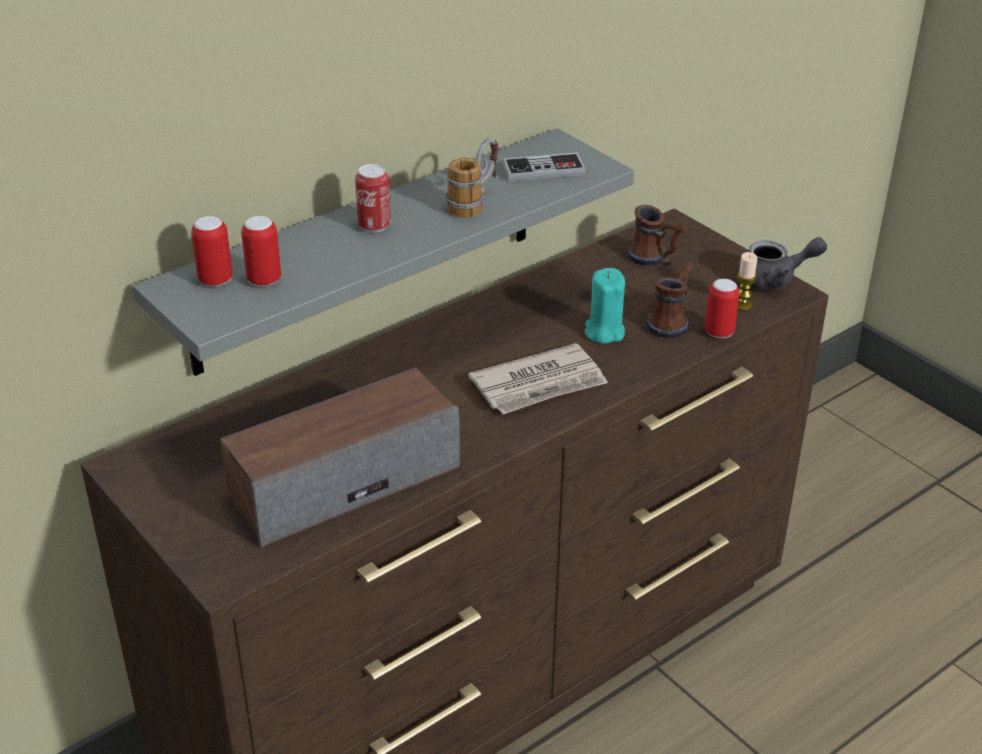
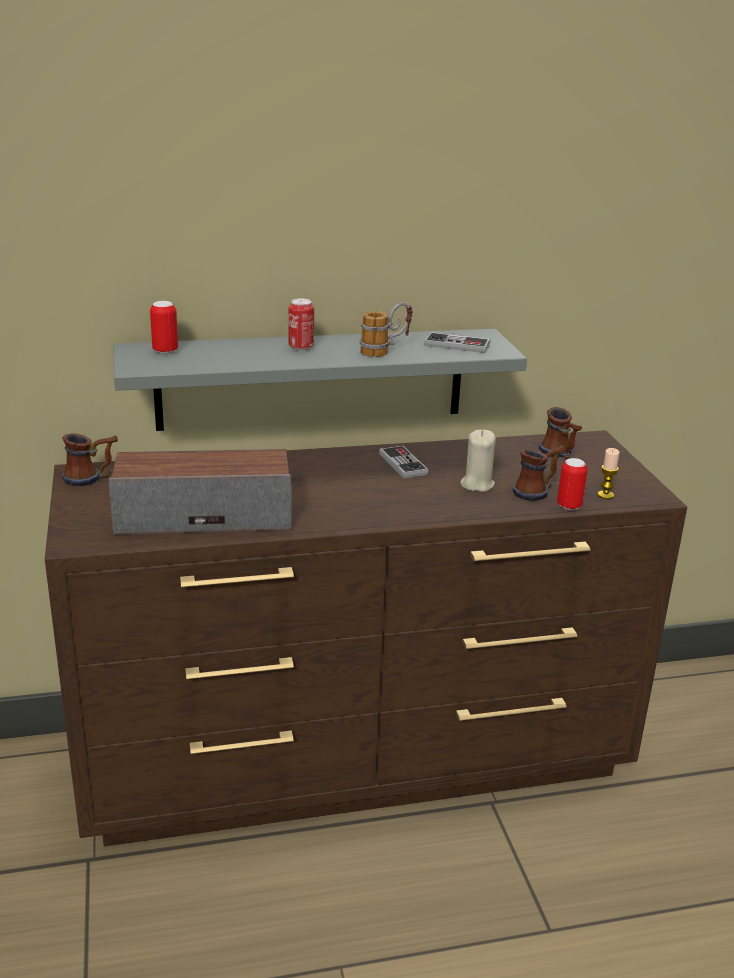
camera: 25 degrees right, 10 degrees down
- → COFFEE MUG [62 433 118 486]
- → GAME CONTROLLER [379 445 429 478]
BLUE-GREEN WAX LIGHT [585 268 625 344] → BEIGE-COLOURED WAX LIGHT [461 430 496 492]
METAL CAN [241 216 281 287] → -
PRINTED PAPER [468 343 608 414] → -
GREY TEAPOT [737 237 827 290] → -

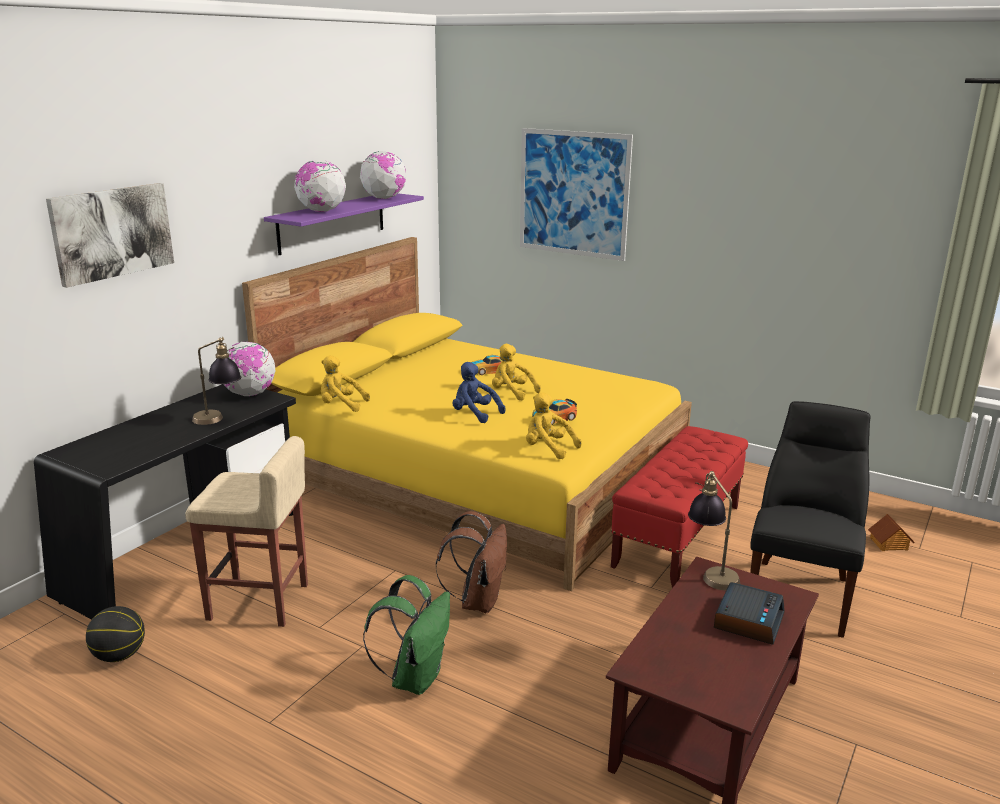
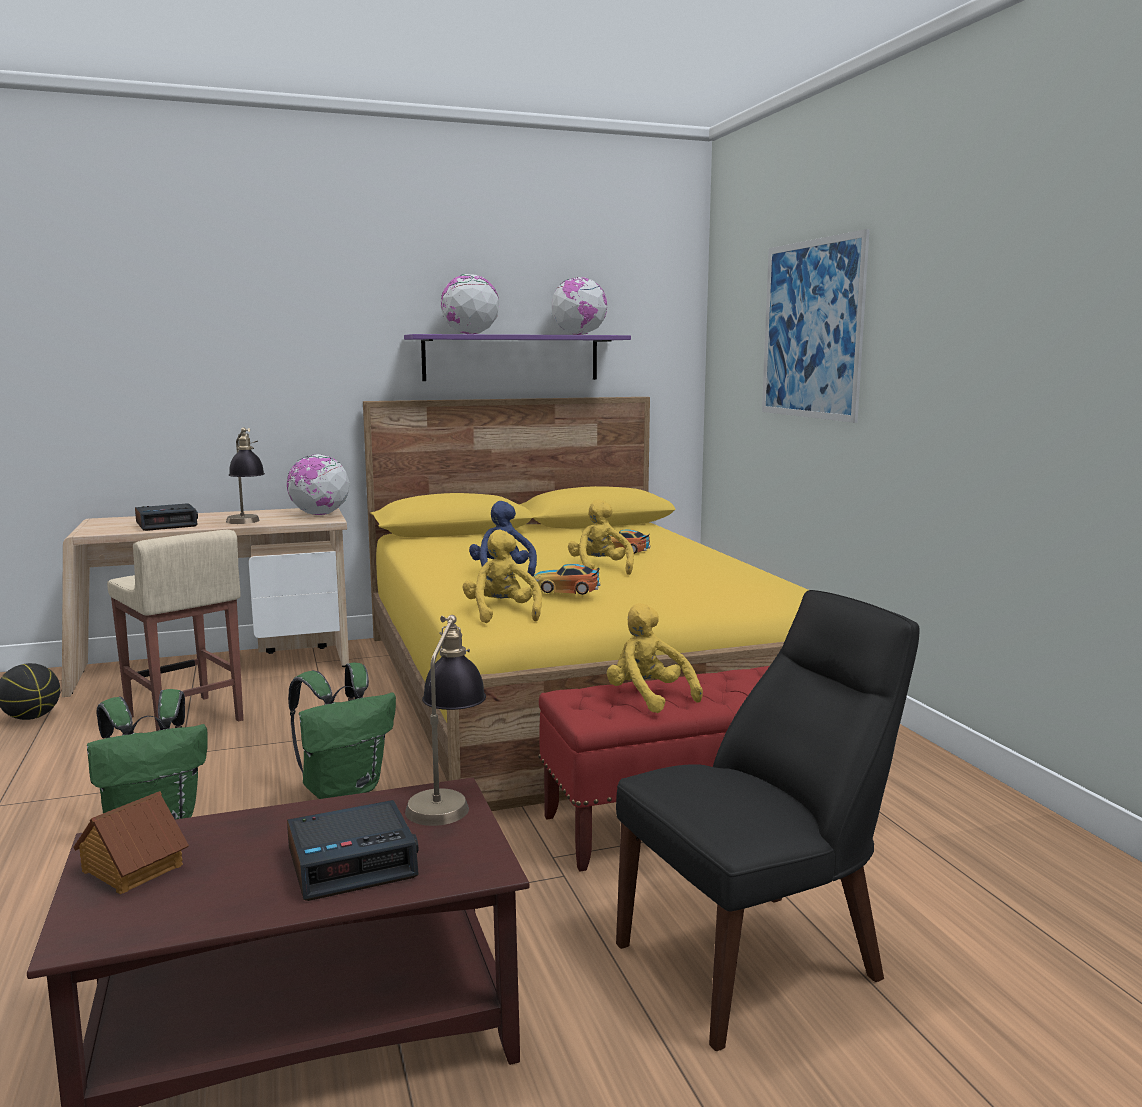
camera: 40 degrees right, 10 degrees down
BLACK-COLOURED DESK TABLE [34 384 296 619] → BEIGE-COLOURED DESK TABLE [62 508 349 697]
MINIATURE HOUSE [868 514 914 551] → MINIATURE HOUSE [73 791 189 894], moved
- → ALARM CLOCK [135 503 198 531]
BROWN RUCKSACK [436 511 507 613] → GREEN RUCKSACK [288 662 396 799]
YELLOW PLUSH TOY [321 356 370 412] → YELLOW PLUSH TOY [607 603 703 713], moved
PICTURE [46 183 174 288] → -

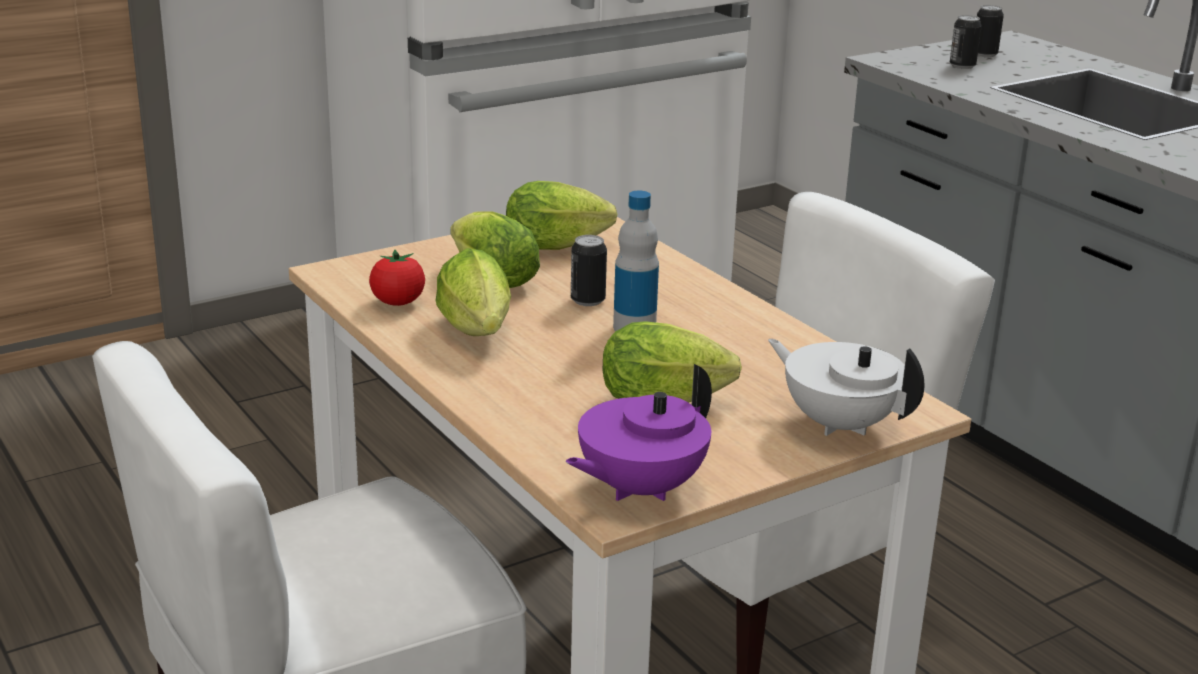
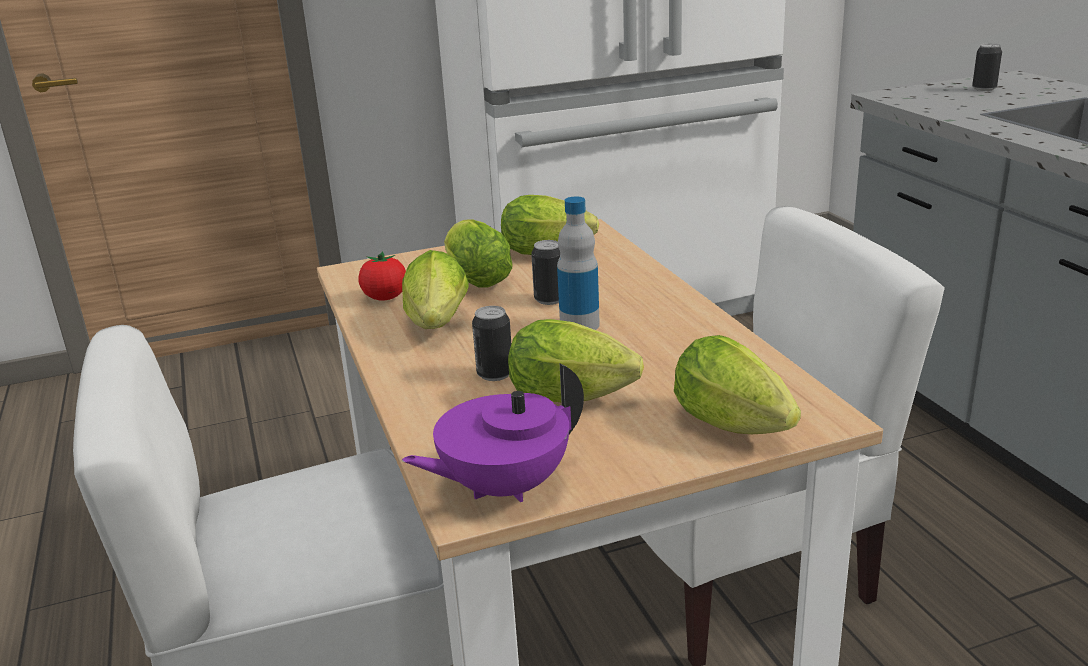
camera: 15 degrees right, 0 degrees up
METAL CAN [950 15 982 69] → METAL CAN [472 306 511 381], moved
WHITE TEAPOT [768 339 925 436] → LETTUCE HEAD [674 335 801 434]

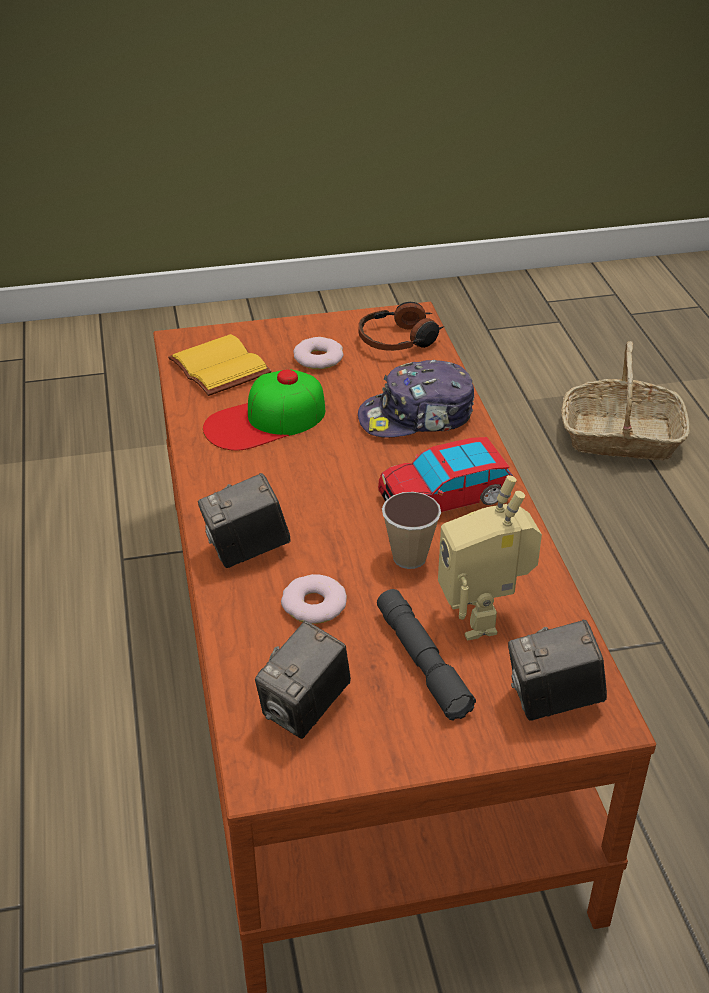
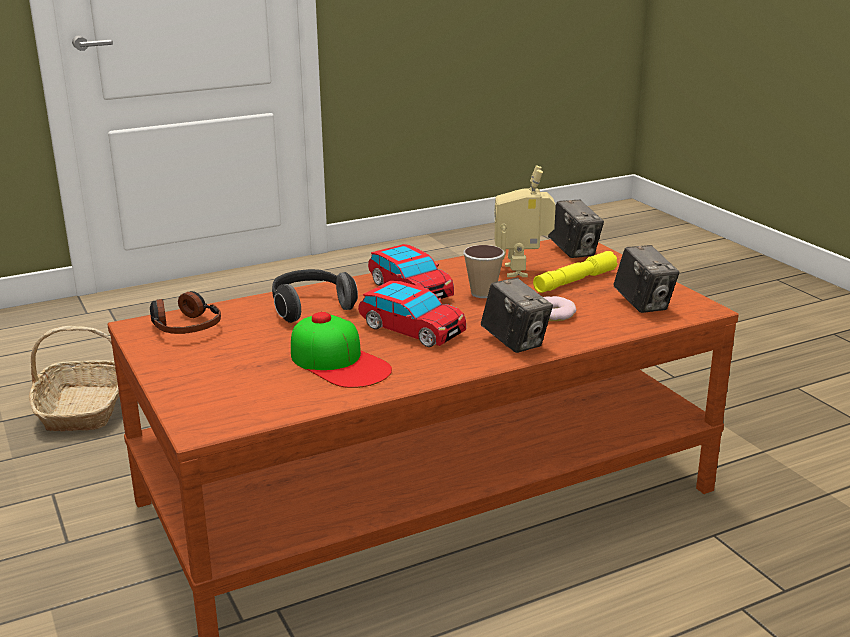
camera: 105 degrees left, 15 degrees down
PEAKED CAP [358 360 474 438] → HEADSET [272 269 358 323]
- → MODEL CAR [358 281 466 347]
MODEL ROBOT [438 475 542 640] → MODEL ROBOT [494 165 556 277], 120 degrees clockwise
GREY HAND TORCH [377 589 476 720] → YELLOW HAND TORCH [533 251 617 293]
PHOTO CAMERA [255 621 351 739] → PHOTO CAMERA [613 245 680 313], 45 degrees clockwise
YELLOW VOLUME [168 334 271 396] → -
DOUGHNUT [293 337 343 369] → -

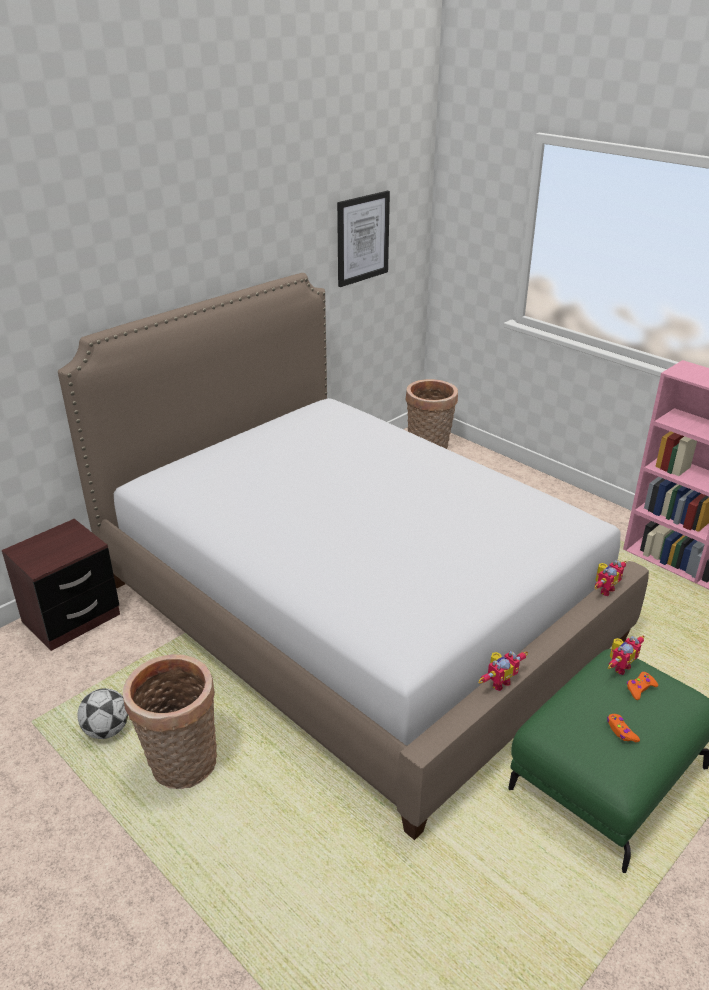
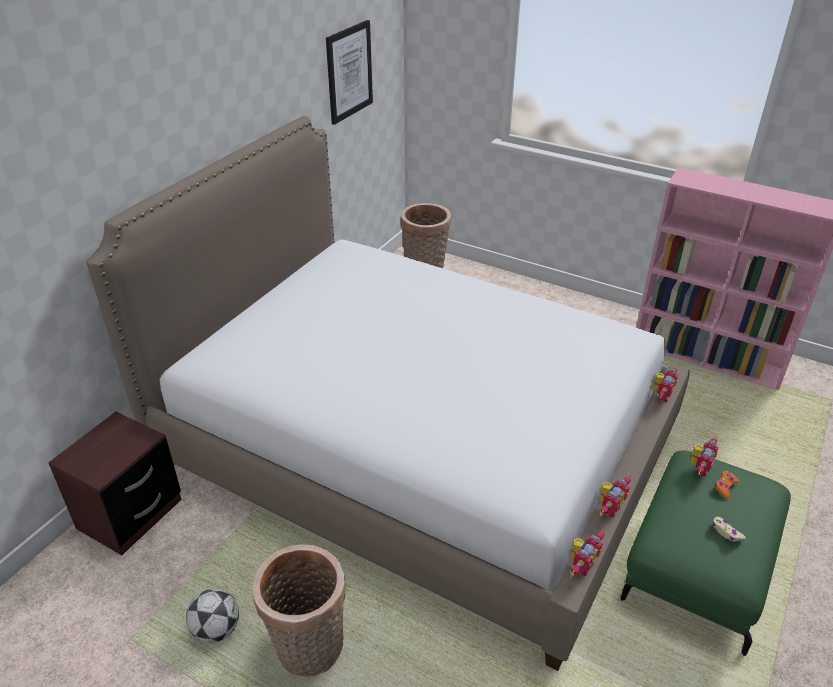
camera: 15 degrees left, 5 degrees up
- → MODEL ROBOT [570 529 604 577]
ORANGE-COLOURED GAME CONTROLLER [607 714 640 742] → BEIGE-COLOURED GAME CONTROLLER [713 517 746 542]

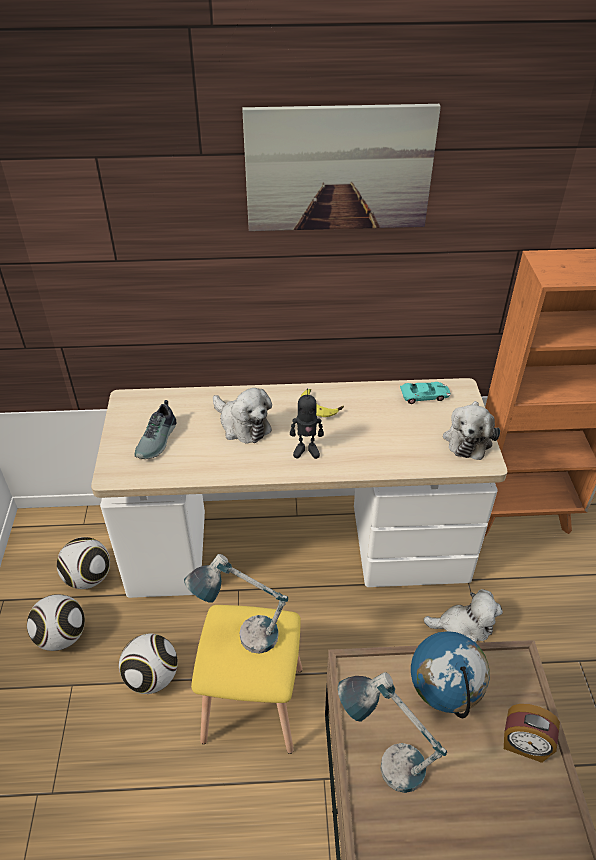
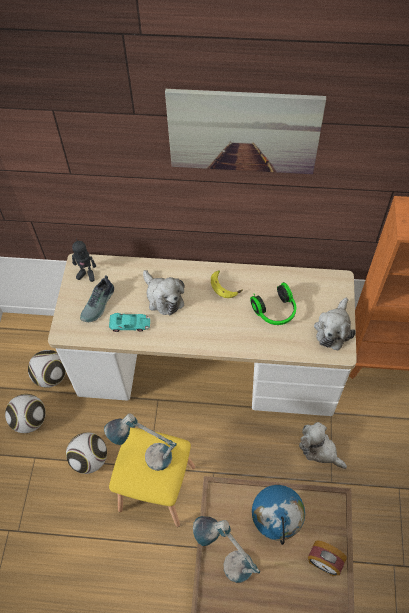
camera: 10 degrees right, 15 degrees up
MODEL ROBOT [290 388 324 459] → MODEL ROBOT [72 238 96 282], moved
BLUE-GREEN MODEL CAR [400 382 451 404] → BLUE-GREEN MODEL CAR [109 313 150 332], moved
- → HEADSET [250 282 296 325]
PLUSH TOY [423 589 503 643] → PLUSH TOY [299 422 347 469], 150 degrees counterclockwise

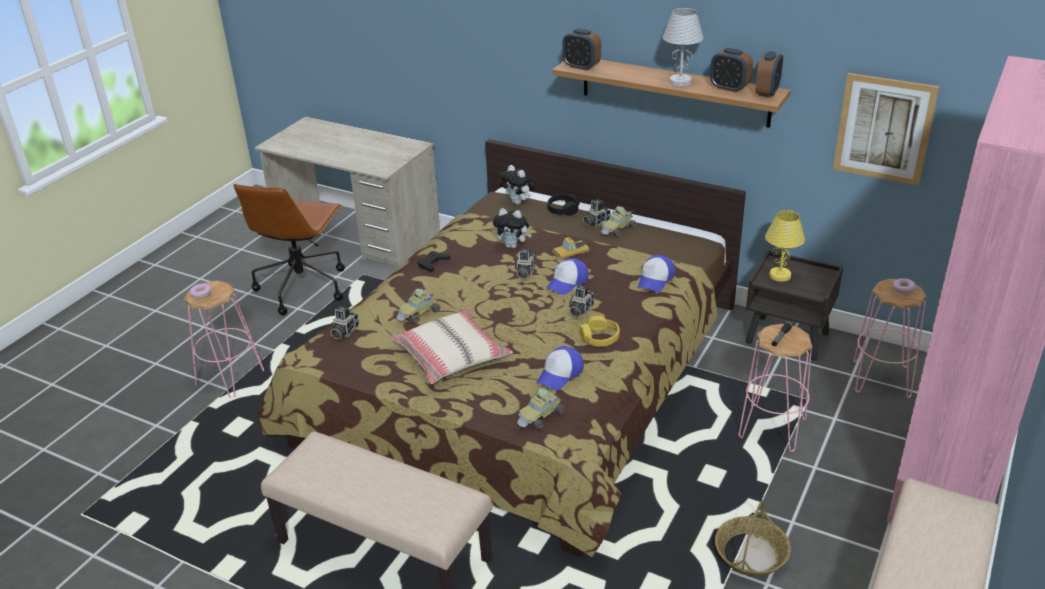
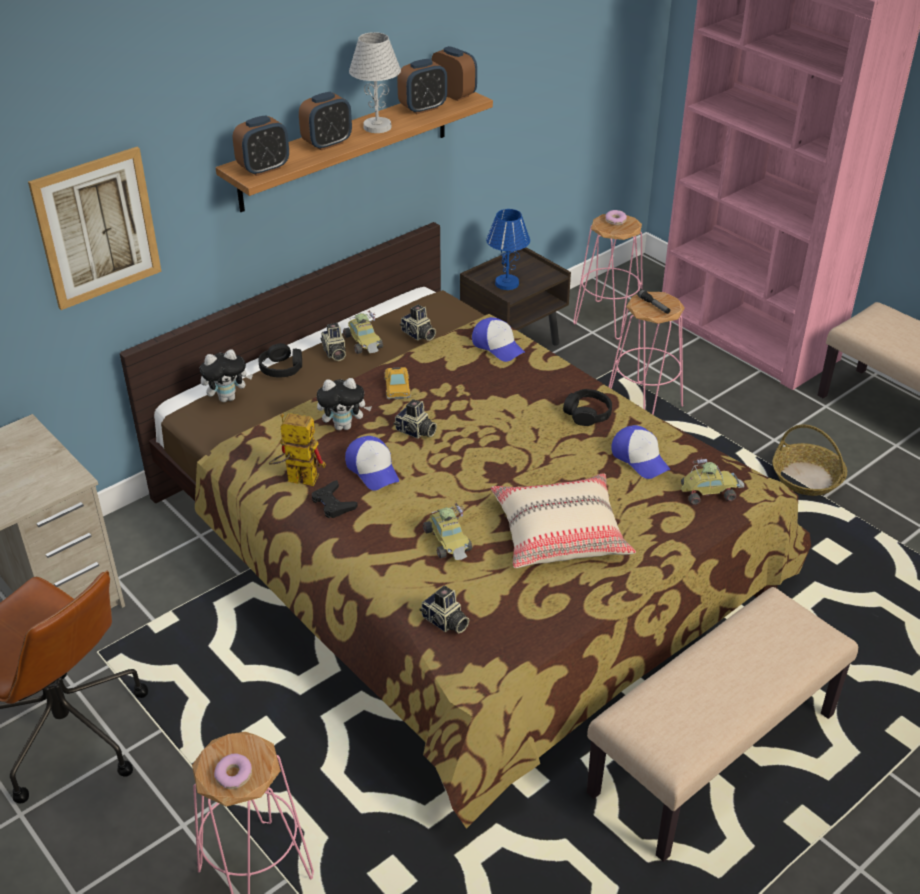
camera: 70 degrees left, 5 degrees up
PICTURE [833 73 940 185] → PICTURE [28 147 162 310], moved
- → MODEL ROBOT [269 413 326 486]
- → ALARM CLOCK [299 92 352 151]
PLUSH TOY [493 208 532 248] → PLUSH TOY [317 378 372 430], 45 degrees clockwise
PEAKED CAP [546 258 589 295] → PEAKED CAP [345 436 399 491], moved
PHOTO CAMERA [569 284 594 317] → PHOTO CAMERA [400 305 436 341], moved
YELLOW TABLETOP LAMP [765 210 805 282] → BLUISH TABLETOP LAMP [486 209 530 290]
YELLOW HEADSET [579 316 620 347] → BLACK-COLOURED HEADSET [563 389 612 426]
MODEL CAR [517 387 565 430] → MODEL CAR [681 458 744 505], 75 degrees counterclockwise

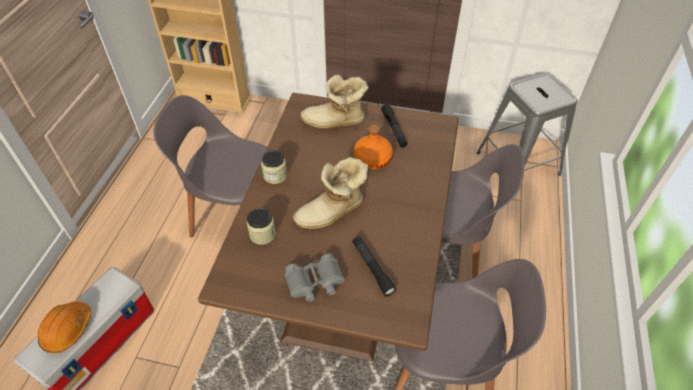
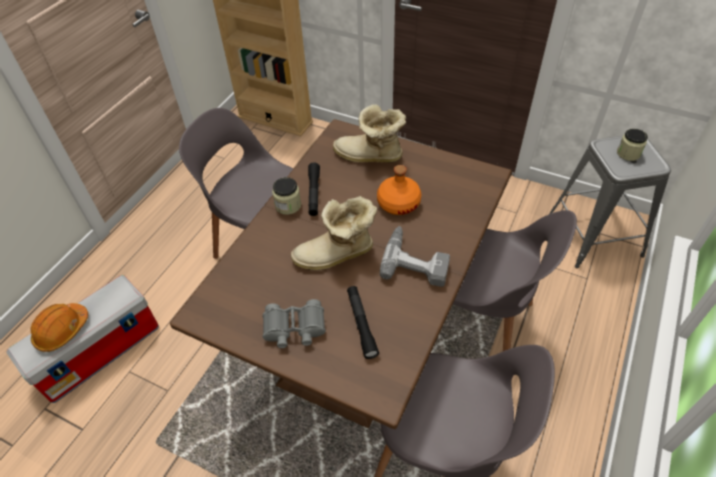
camera: 15 degrees right, 0 degrees up
BLACK-COLOURED HAND TORCH [381 104 408 148] → BLACK-COLOURED HAND TORCH [308 162 320 216], moved
- → POWER DRILL [380 226 450 287]
PRESERVE JAR [247 208 276 245] → PRESERVE JAR [617 129 648 161], moved

